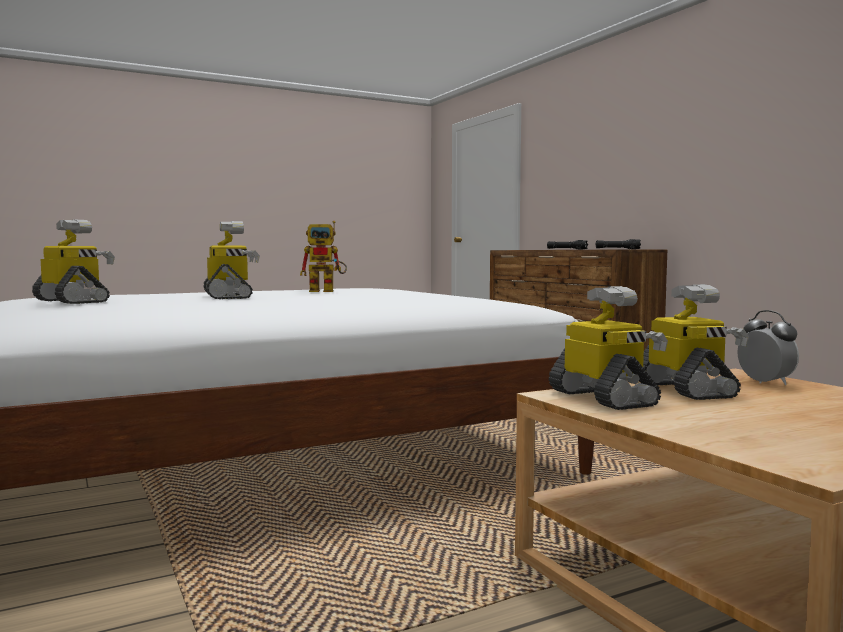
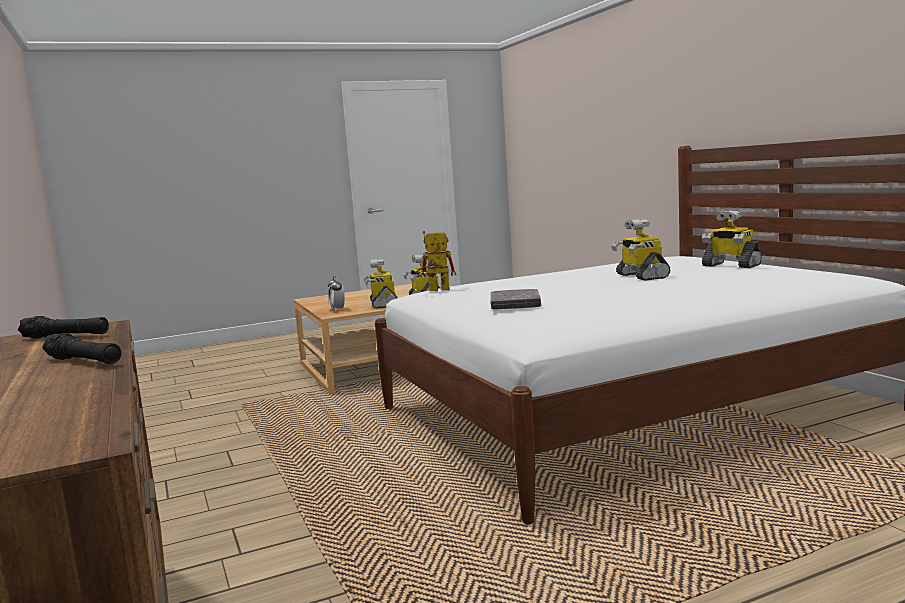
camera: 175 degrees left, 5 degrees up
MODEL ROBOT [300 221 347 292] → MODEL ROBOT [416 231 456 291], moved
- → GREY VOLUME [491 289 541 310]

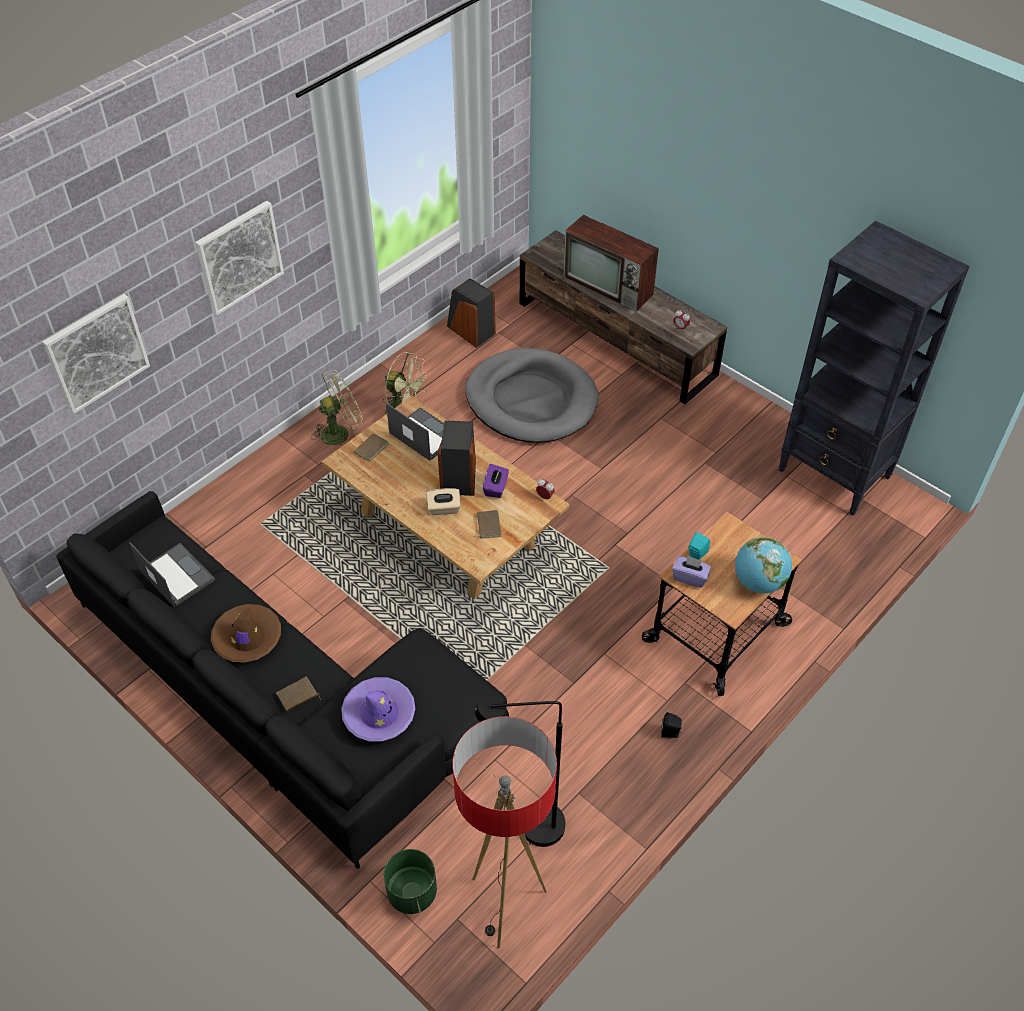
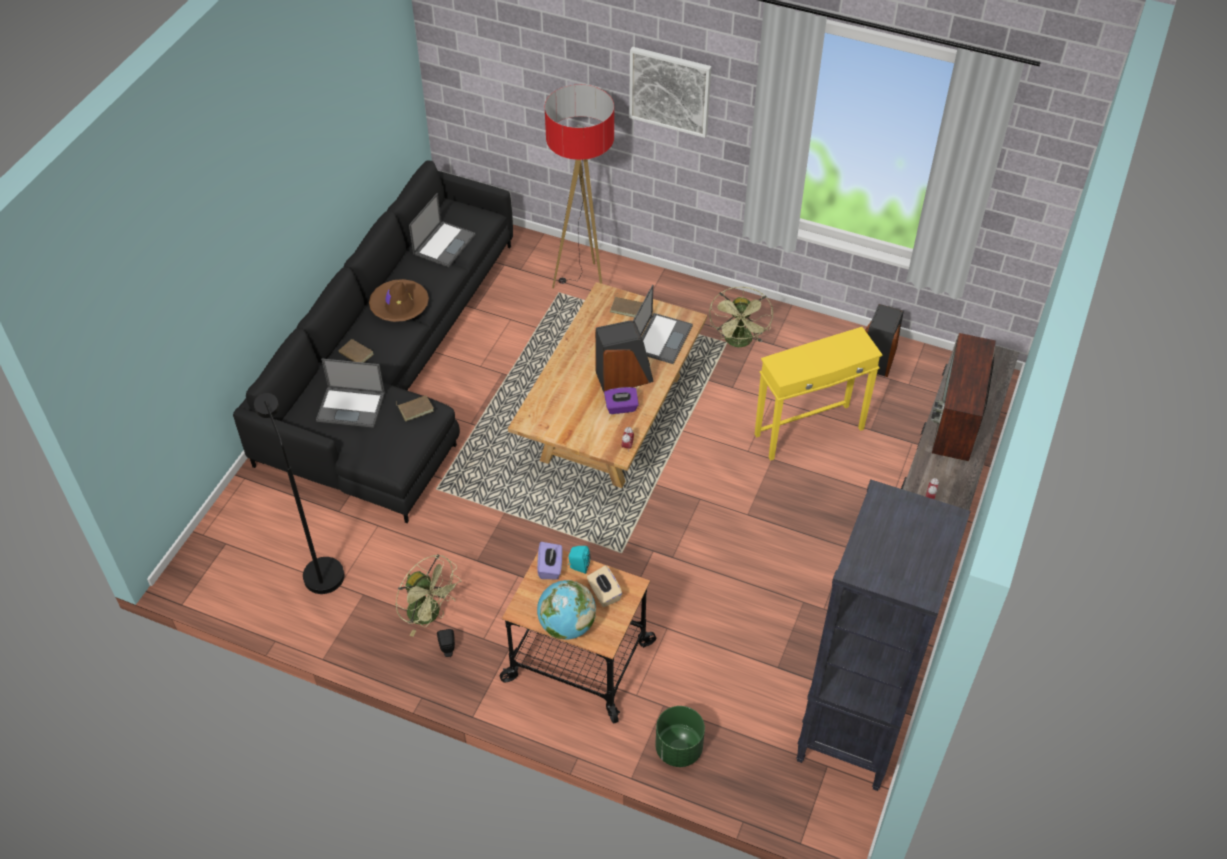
camera: 70 degrees right, 0 degrees up
PURPLISH CLOTHING HAT [341 677 415 741] → NOTEBOOK COMPUTER [316 358 385 428]
BROWN VOLUME [474 510 501 539] → BROWN VOLUME [396 395 434 421], moved
GREEN FAN [311 369 363 446] → GREEN FAN [396 554 461 637], moved
FLOOR LAMP [453 716 557 949] → FLOOR LAMP [545 85 614 289], moved
BEIGE-COLOURED TISSUE HOLDER [426 488 461 515] → BEIGE-COLOURED TISSUE HOLDER [587 565 623 607], moved
GREEN PLANT POT [384 849 437 914] → GREEN PLANT POT [655 706 705 767], moved
GREY PET BED [465 348 599 443] → YELLOW ACCENT TABLE [754 327 882 461]
PICTURE [42 294 150 414] → -

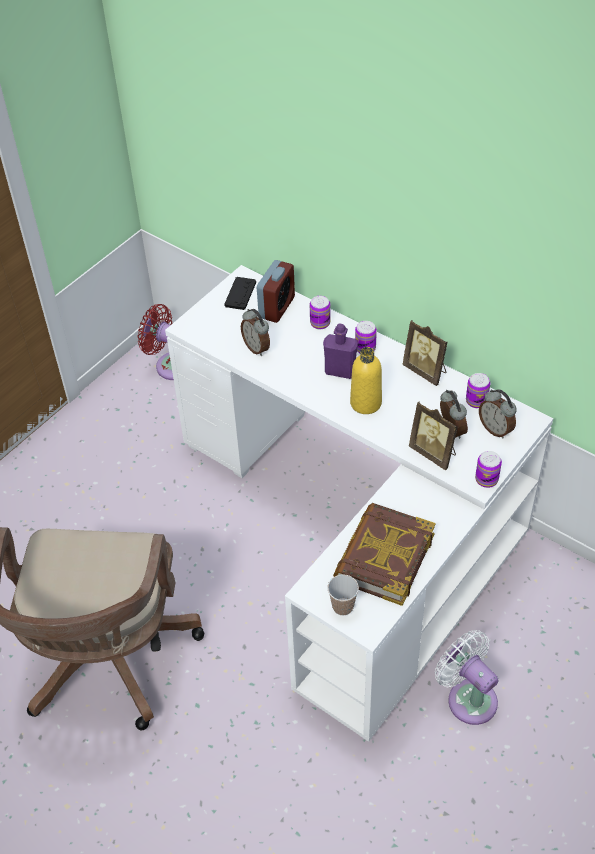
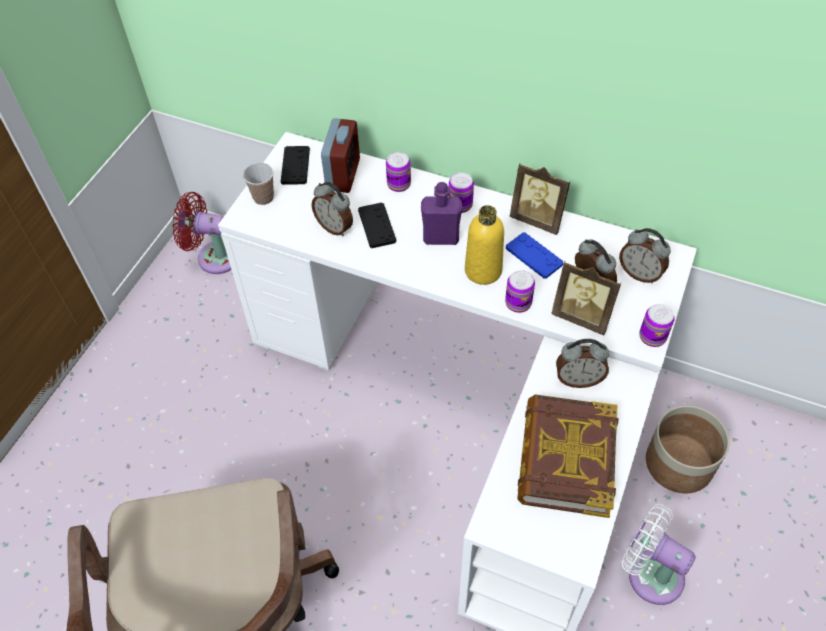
camera: 15 degrees left, 5 degrees up
DRINKING CUP [328 574 359 615] → DRINKING CUP [243 163 274 205], moved
- → BLACK-COLOURED GAME CONTROLLER [358 202 396 248]
METAL CAN [466 373 490 408] → METAL CAN [505 270 535 313], moved
- → BLUISH GAME CONTROLLER [506 233 563 279]
- → ALARM CLOCK [556 339 609 388]
- → PLANT POT [646 406 729 493]

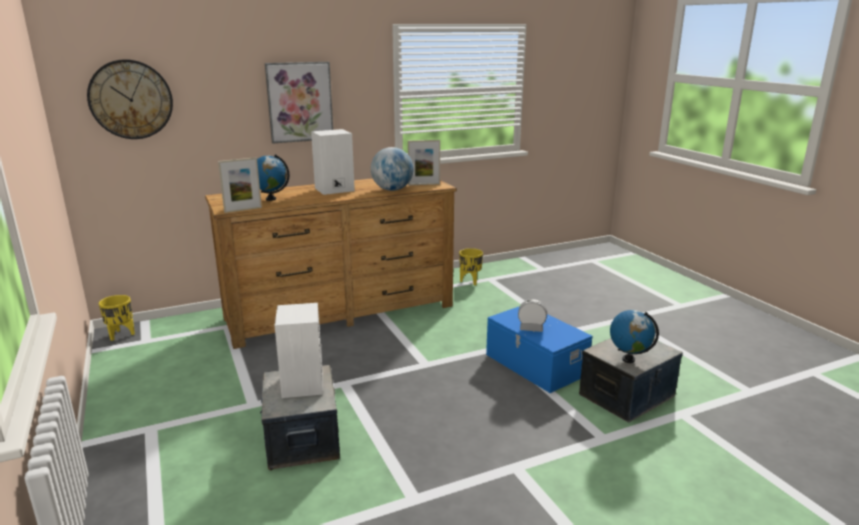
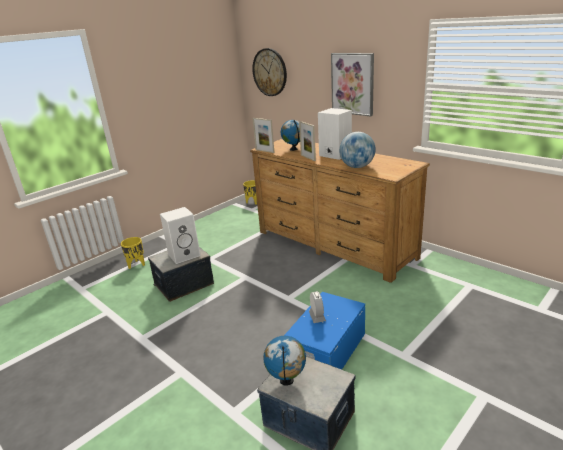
camera: 70 degrees right, 5 degrees up
YELLOW PLANT POT [459 248 483 286] → YELLOW PLANT POT [121 237 145 269], moved
PHOTO FRAME [408 140 440 185] → PHOTO FRAME [299 121 316 161], moved

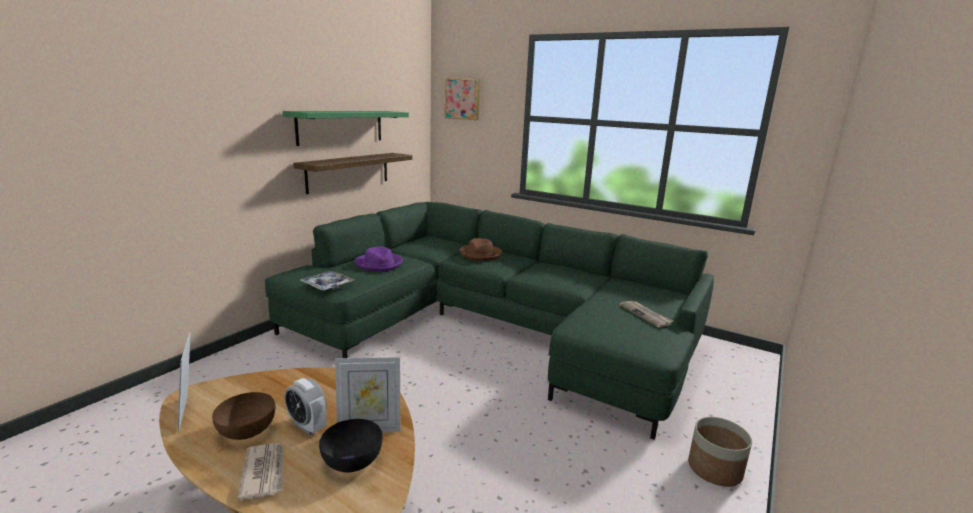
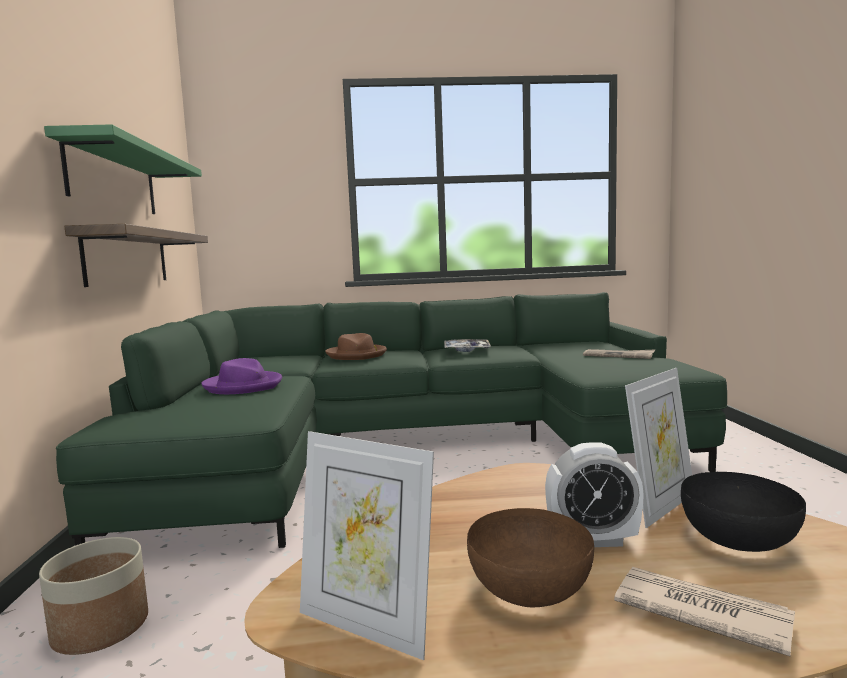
camera: 35 degrees left, 10 degrees down
PLANT POT [688 417 752 487] → PLANT POT [39 537 148 655], moved
TRAY [301 271 354 291] → TRAY [444 339 491 352], moved
PICTURE [445 78 480 120] → -

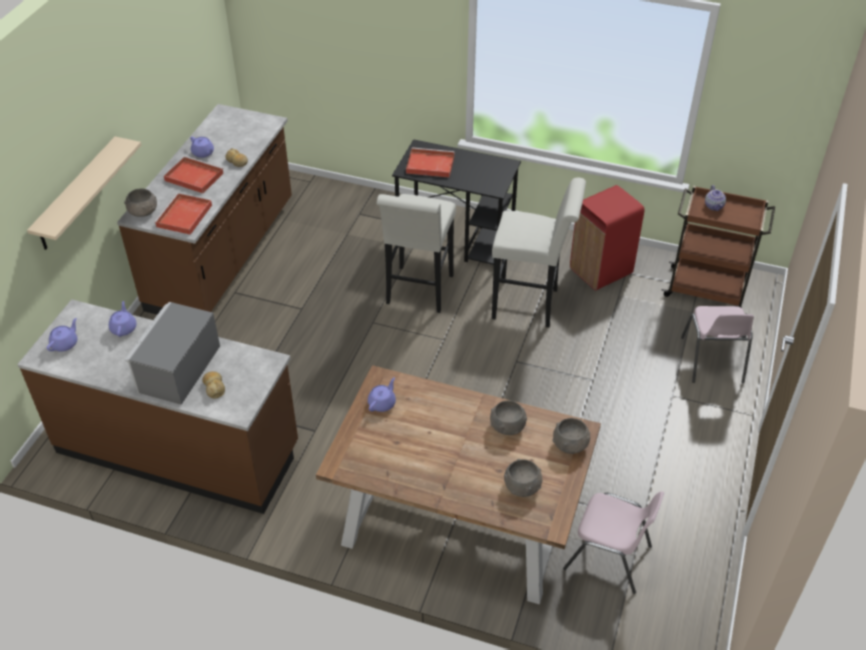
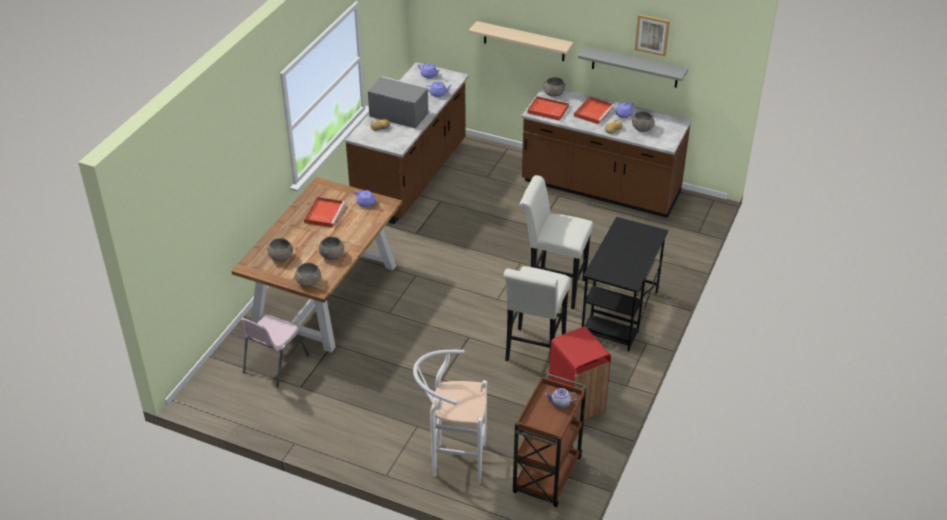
camera: 95 degrees right, 5 degrees down
RED-COLOURED TRAY [406 147 455 178] → RED-COLOURED TRAY [304 197 345 228], moved
PINK PLAIN CHAIR [681 306 754 383] → WHITE STOOL SEAT [413 350 487 484]
- → GREY BRACKET SHELF [578 46 688 88]
- → GREY BOWL [632 111 655 132]
- → PICTURE [635 14 670 56]

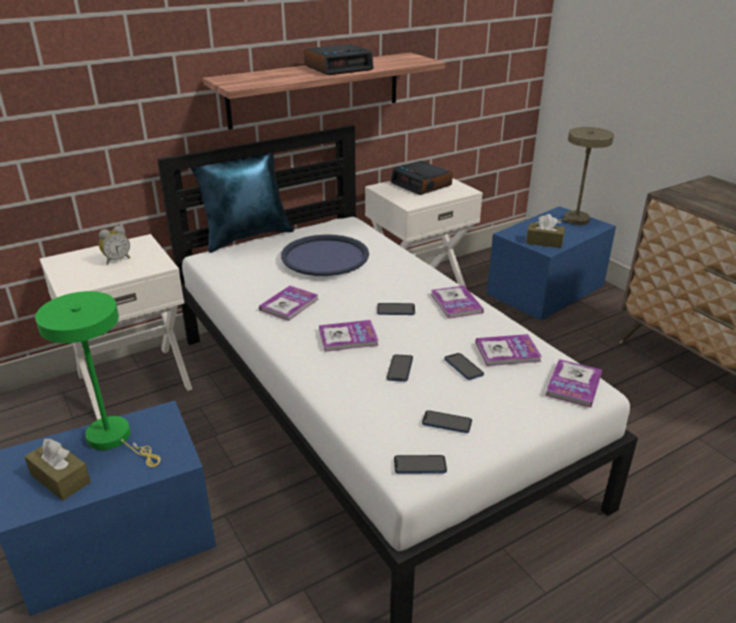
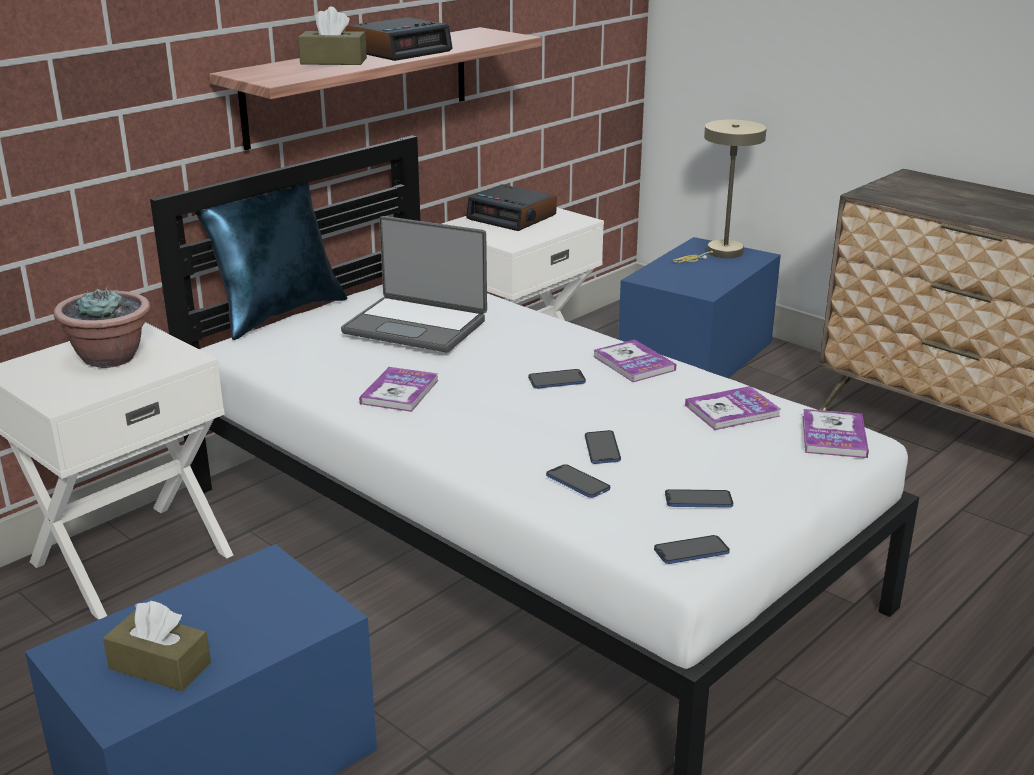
camera: 15 degrees left, 5 degrees down
ALARM CLOCK [99 226 130 264] → HOUSEPLANT [53 286 150 368]
BROWN TISSUE HOLDER [526 214 565 248] → BROWN TISSUE HOLDER [298 6 367 65], moved
BLUISH TRAY [281 235 369 276] → NOTEBOOK COMPUTER [341 216 487 352]
HANDSET [444 353 484 380] → HANDSET [546 464 610 498], moved
GREEN TABLETOP LAMP [35 291 161 467] → -
VOLUME [319 320 379 352] → -

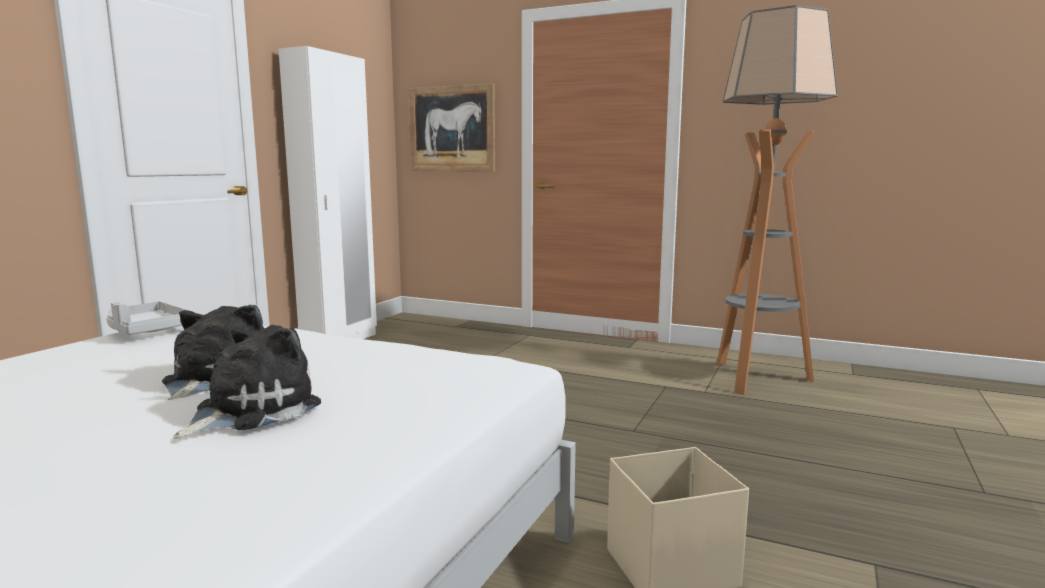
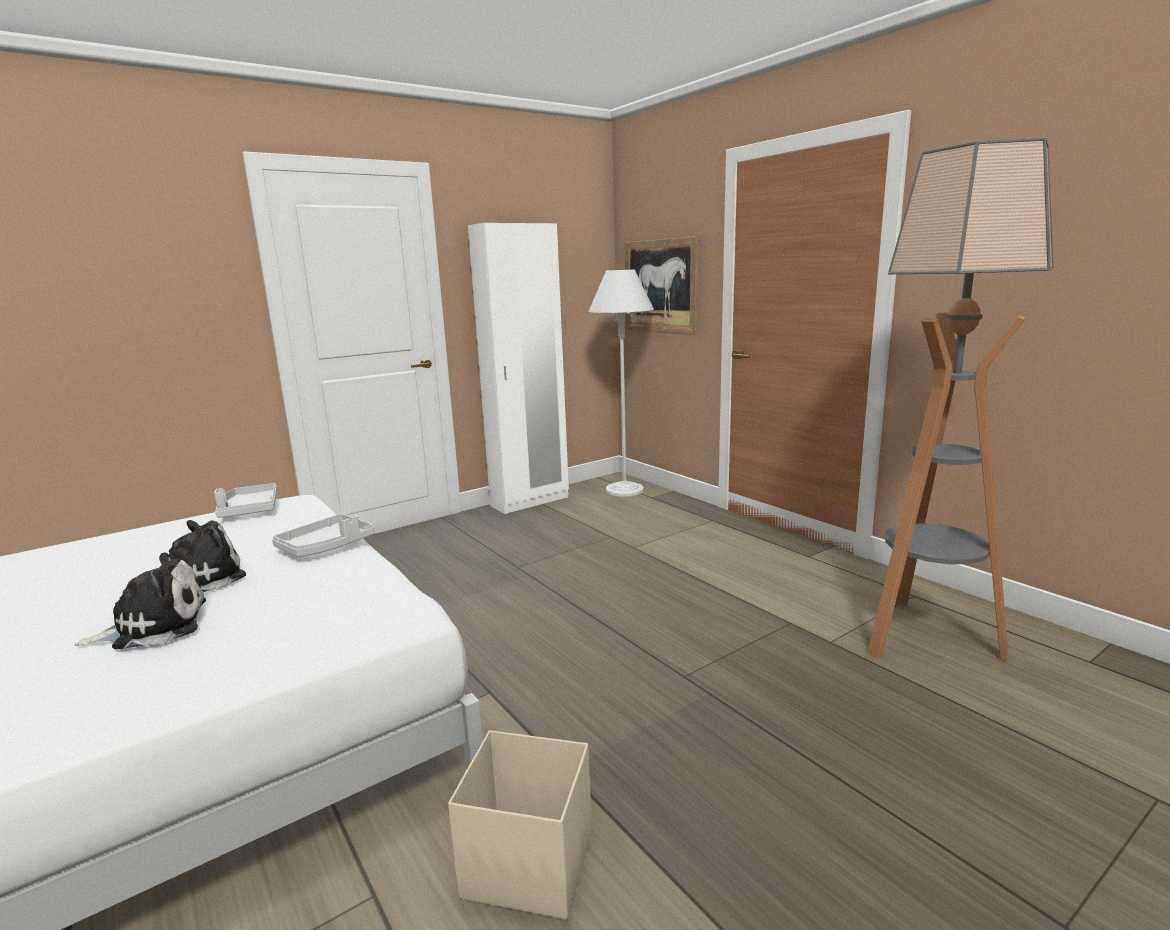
camera: 30 degrees right, 5 degrees up
- → GREY TRAY [272 514 375 557]
- → WHITE FLOOR LAMP [588 269 654 497]

